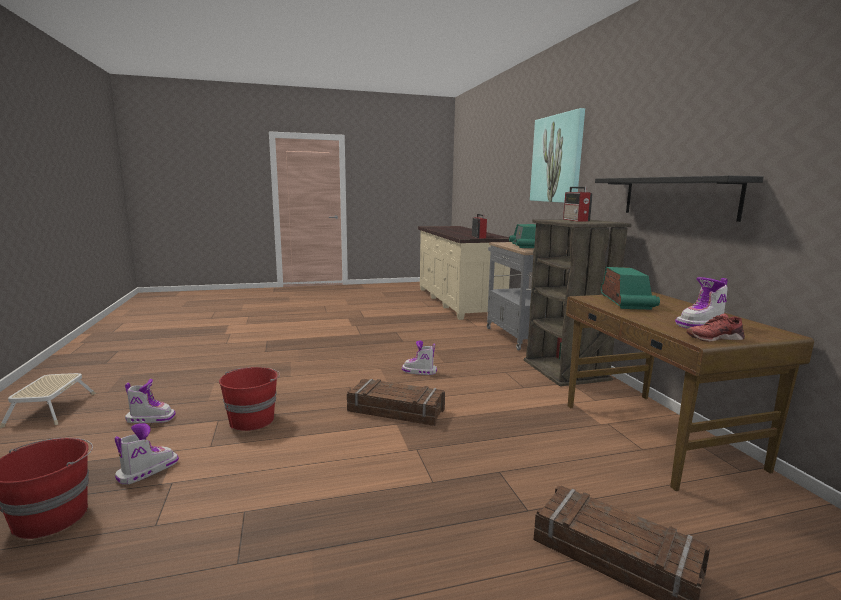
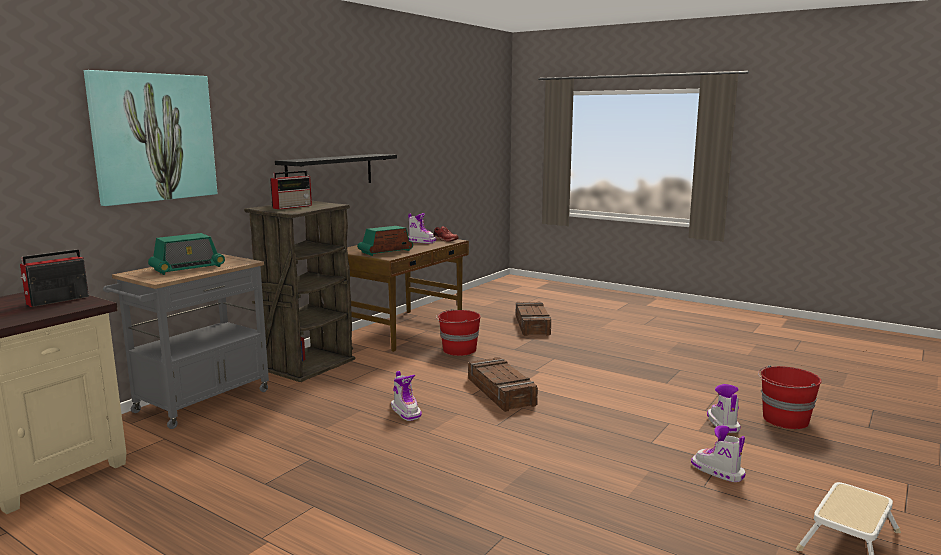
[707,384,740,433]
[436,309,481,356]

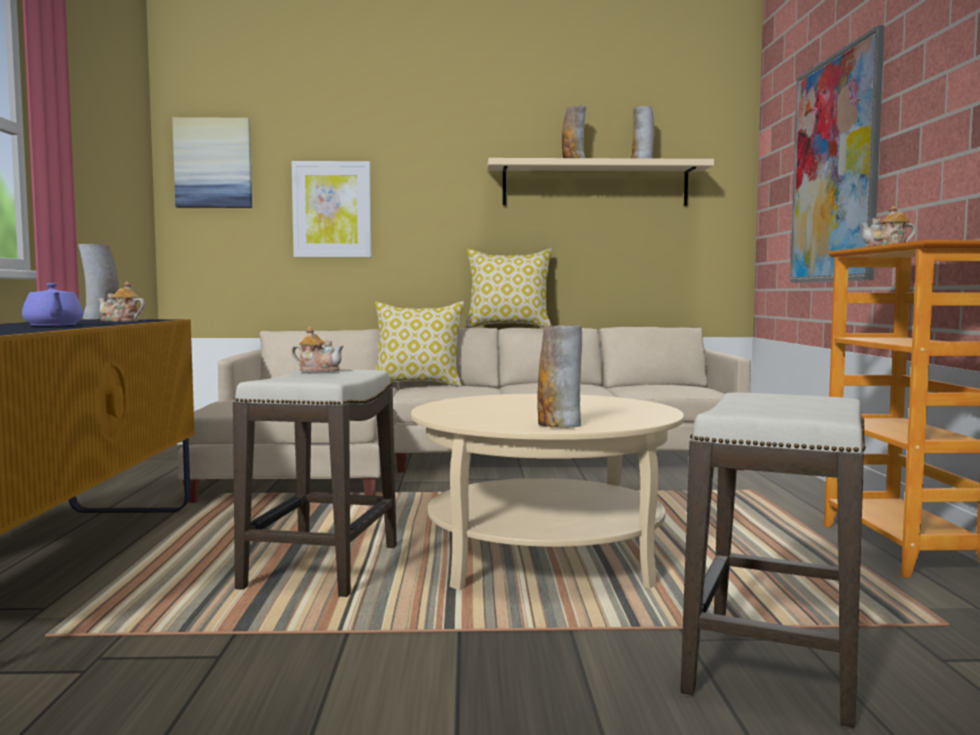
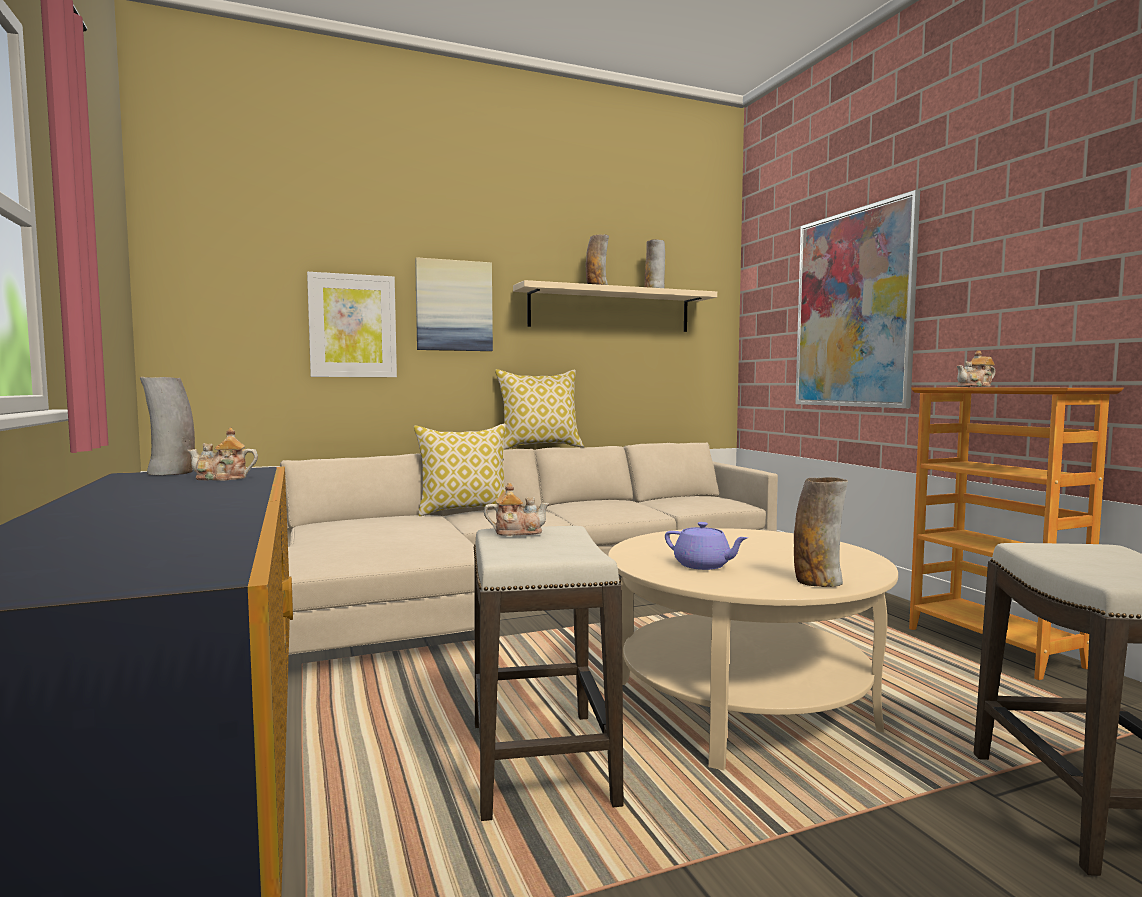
[665,522,748,570]
[415,257,493,351]

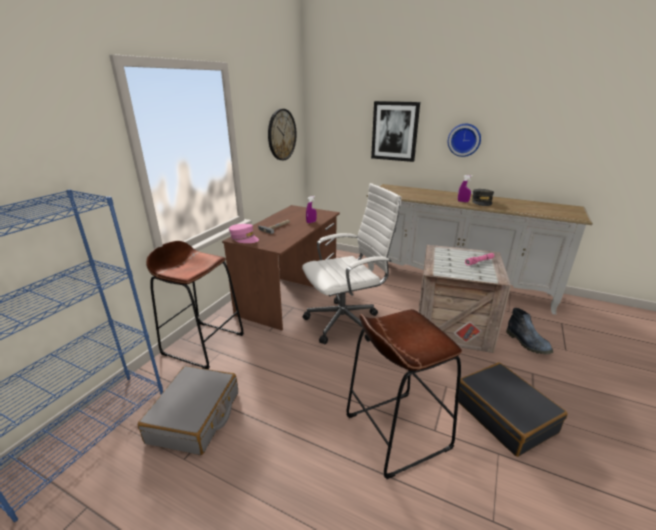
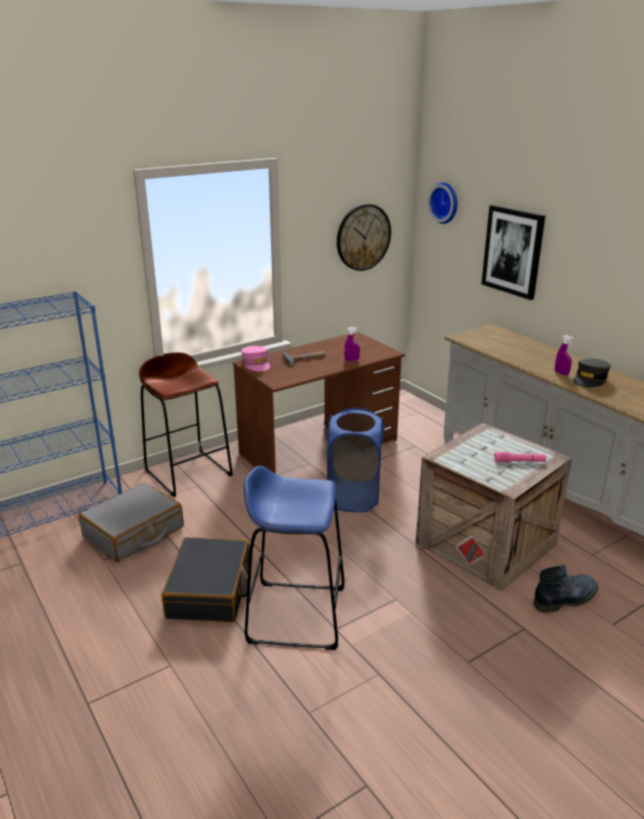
[327,408,384,512]
[244,466,345,650]
[428,182,458,224]
[162,537,250,622]
[533,565,599,613]

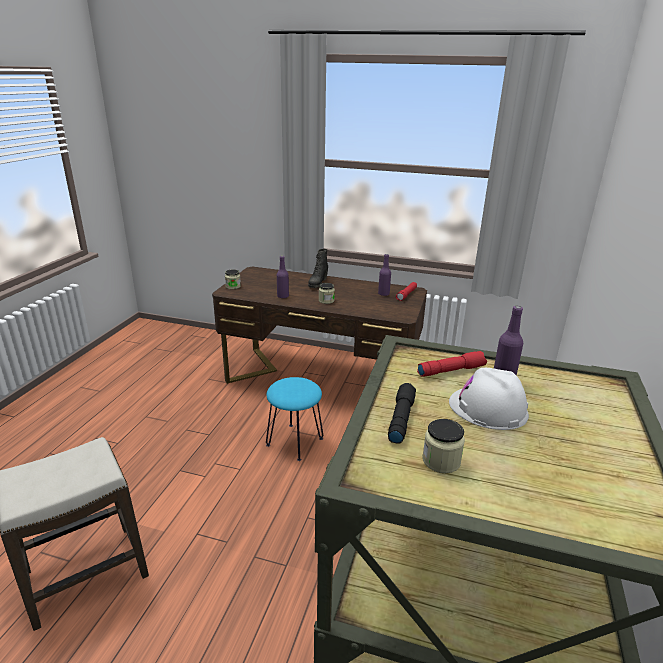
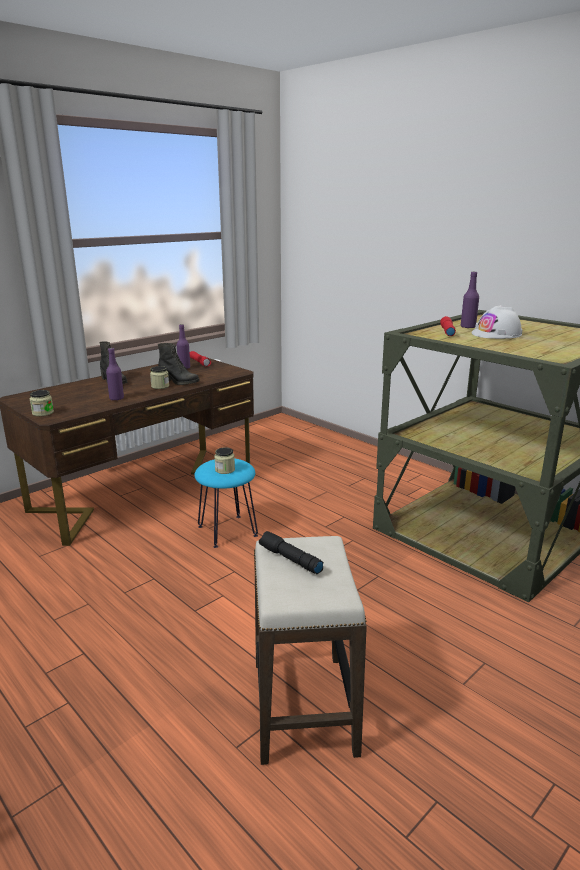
[259,531,323,574]
[214,447,235,474]
[158,343,200,385]

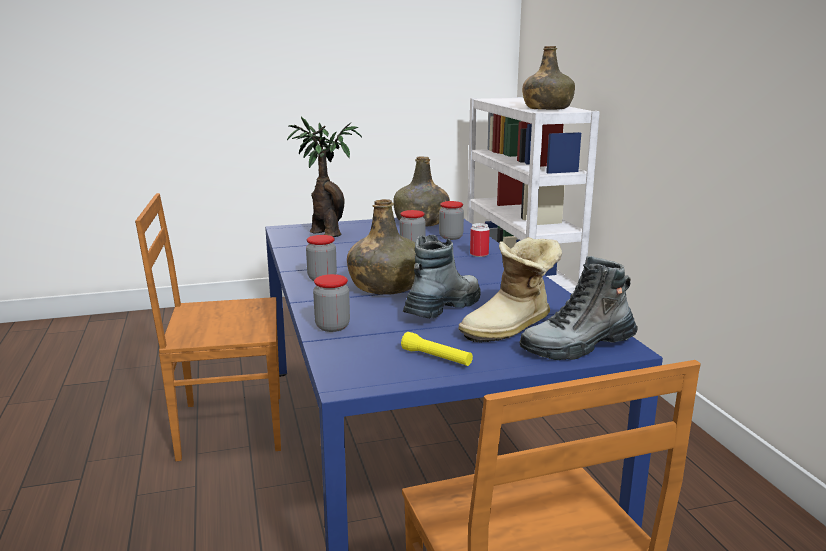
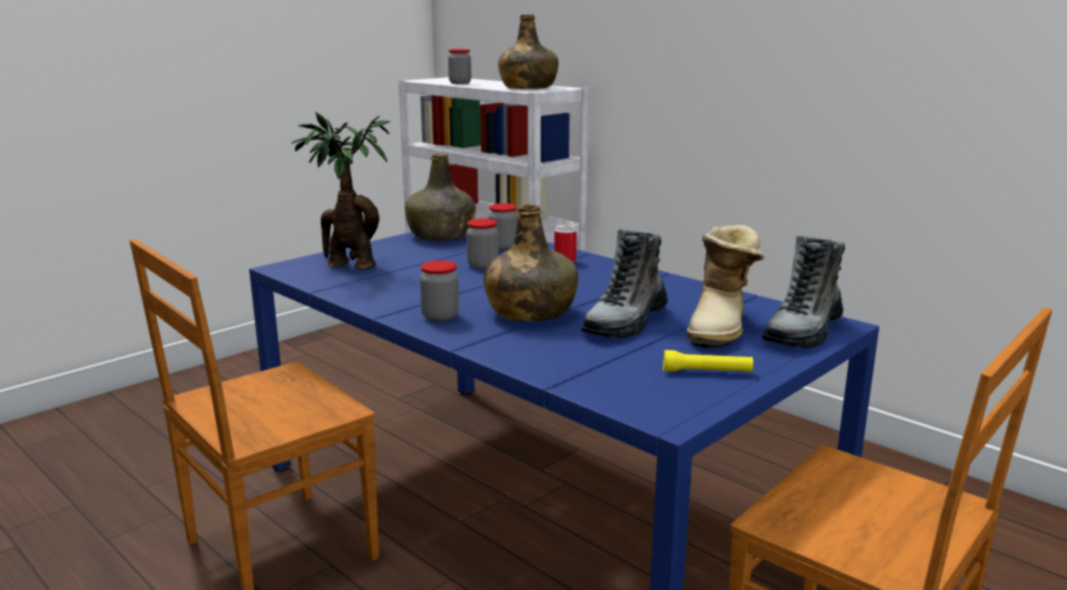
[448,49,471,84]
[581,229,668,339]

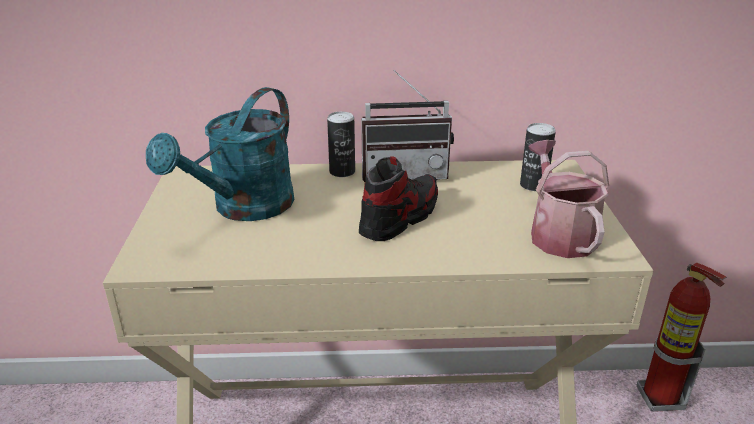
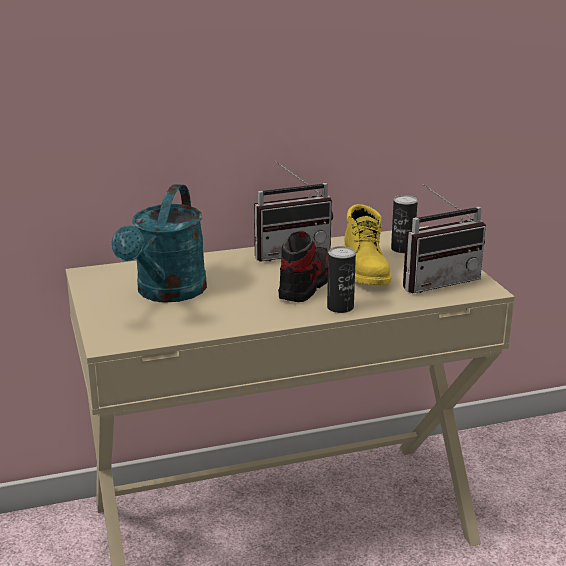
[327,246,356,313]
[403,184,486,293]
[637,263,727,412] (first image)
[343,204,392,285]

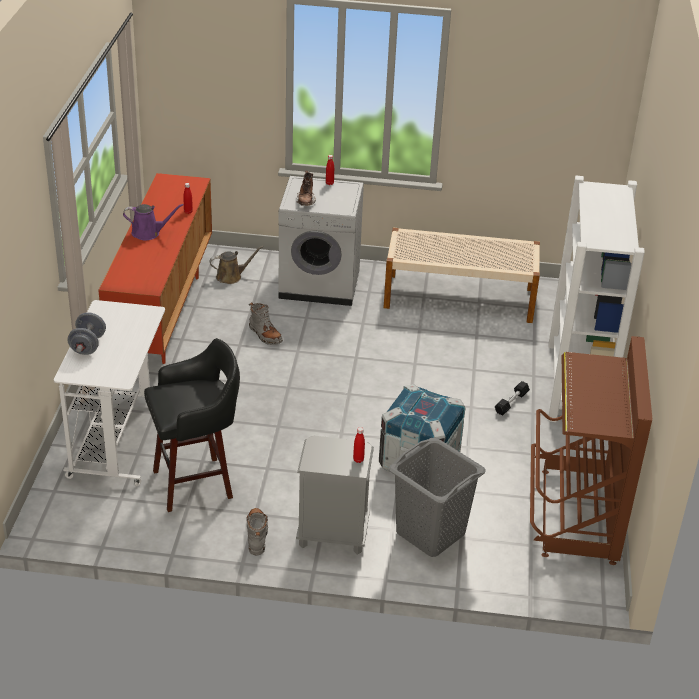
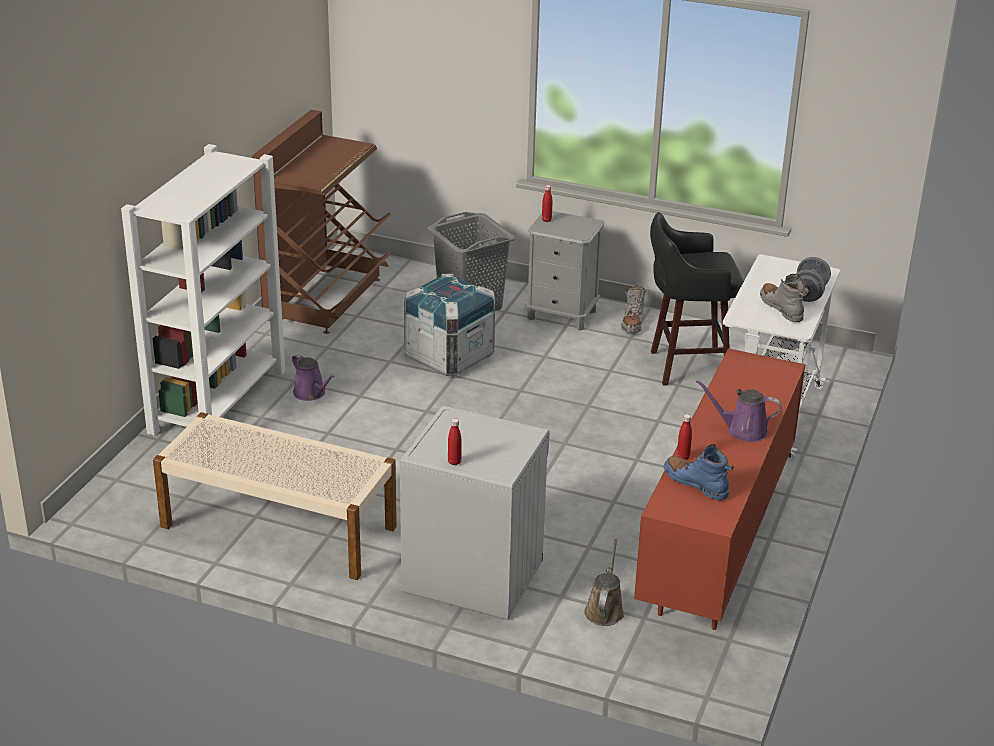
[584,539,624,626]
[760,274,807,322]
[297,171,316,206] (first image)
[292,354,335,401]
[663,444,734,500]

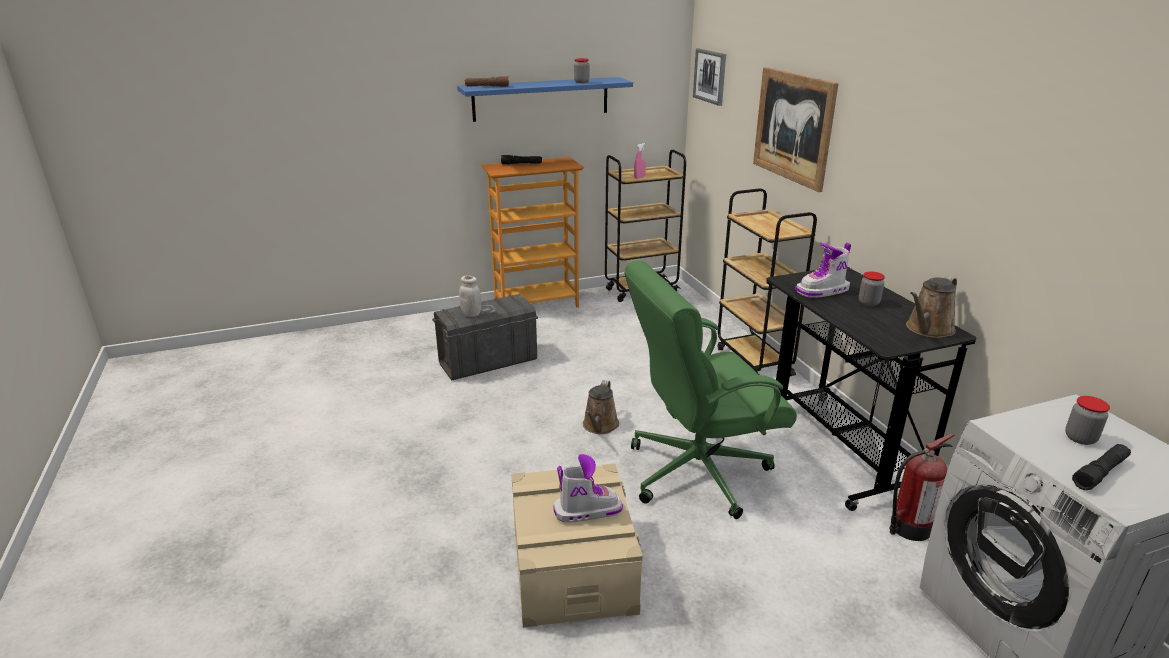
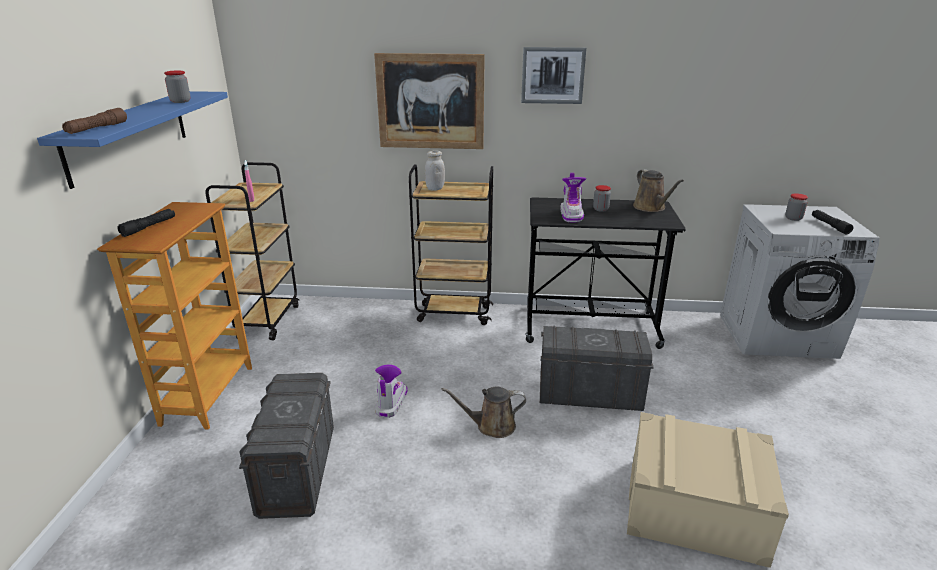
[425,151,445,191]
[375,365,408,418]
[442,387,526,438]
[540,326,654,411]
[521,47,586,104]
[889,433,955,541] (first image)

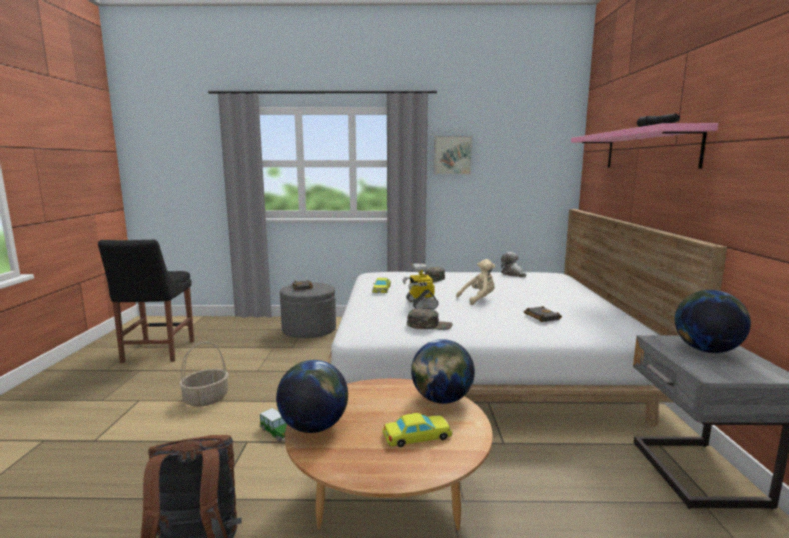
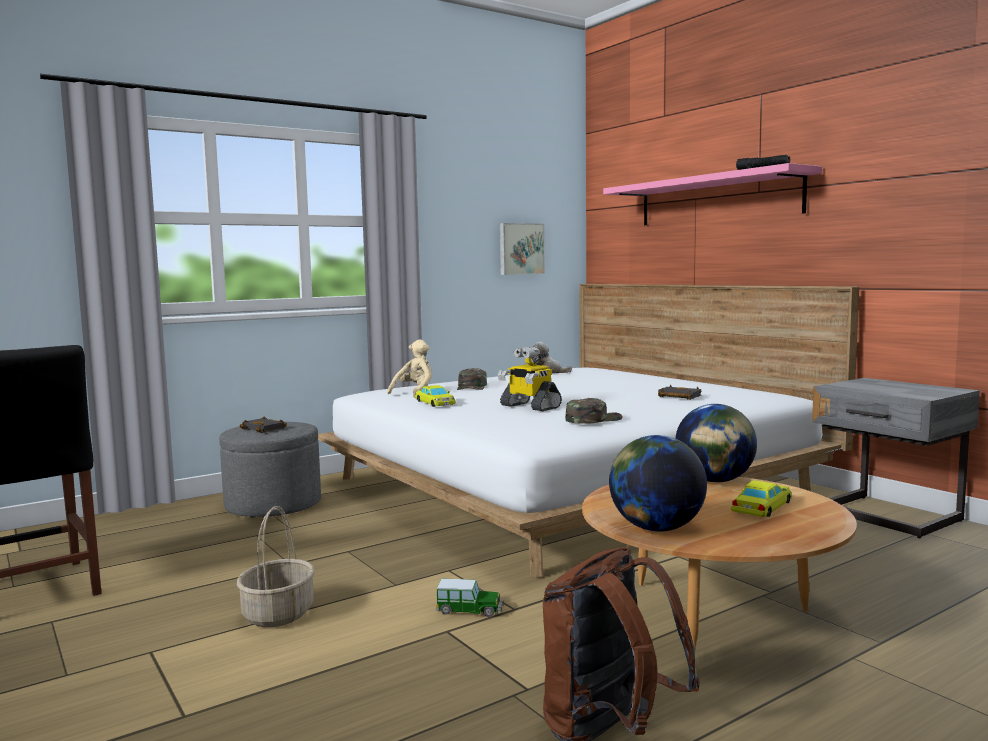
[500,223,545,275]
[387,339,432,398]
[675,290,751,353] (first image)

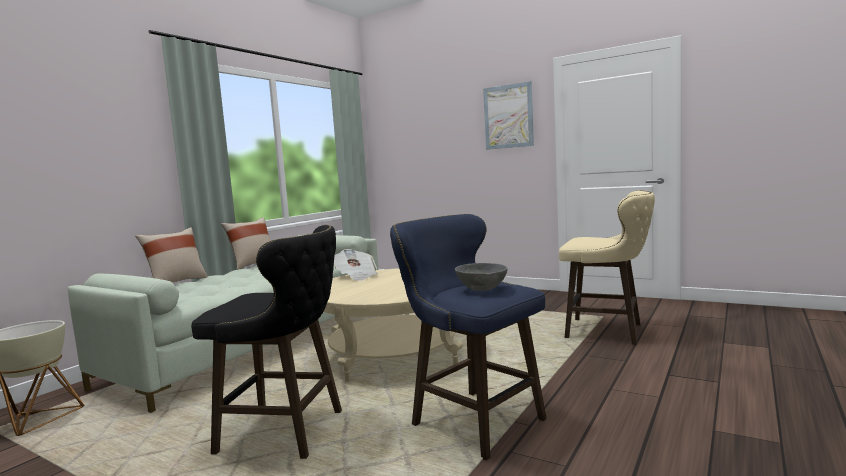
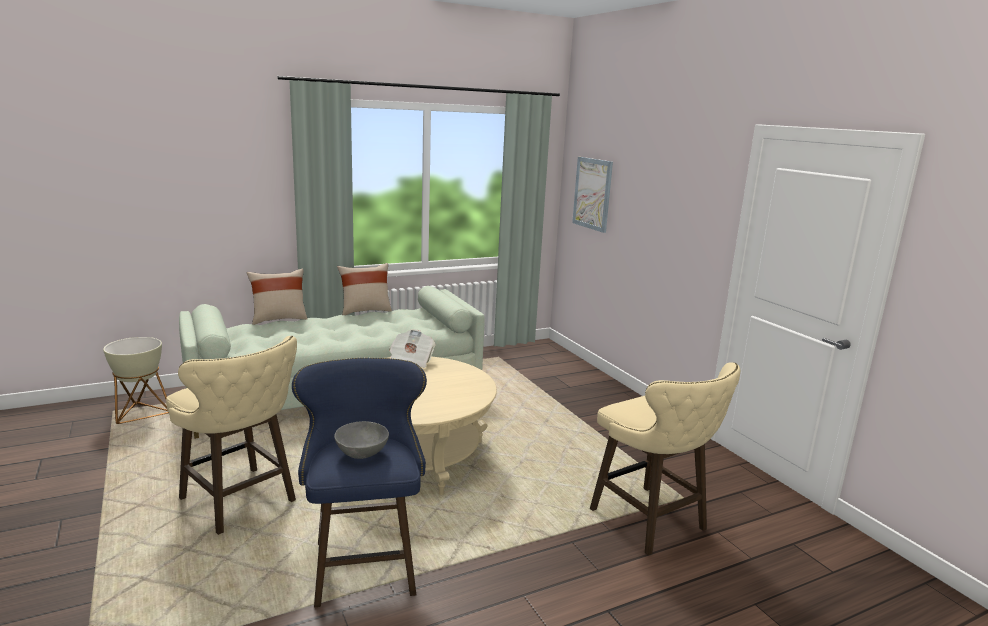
[166,336,297,535]
[572,157,613,233]

